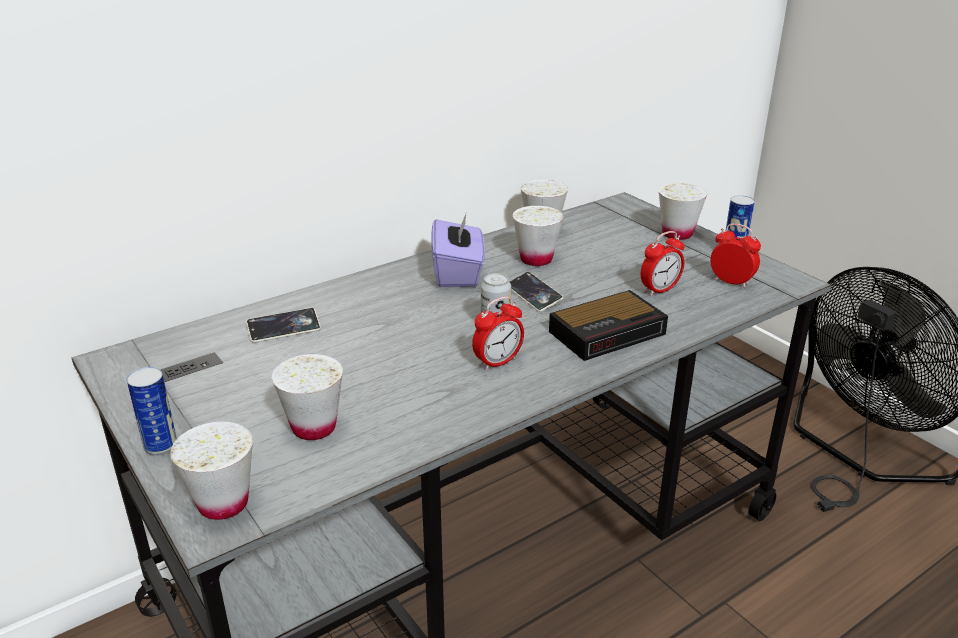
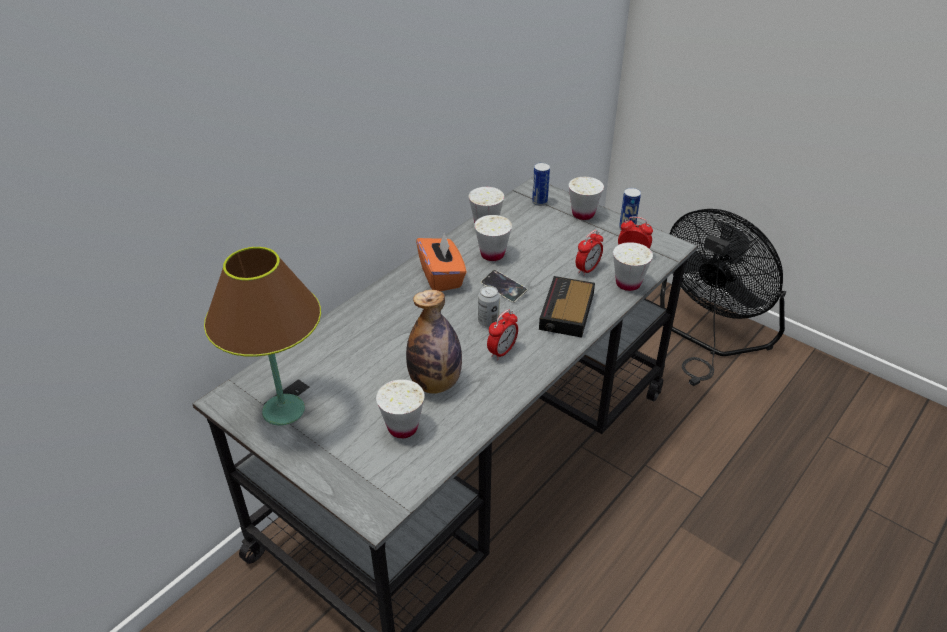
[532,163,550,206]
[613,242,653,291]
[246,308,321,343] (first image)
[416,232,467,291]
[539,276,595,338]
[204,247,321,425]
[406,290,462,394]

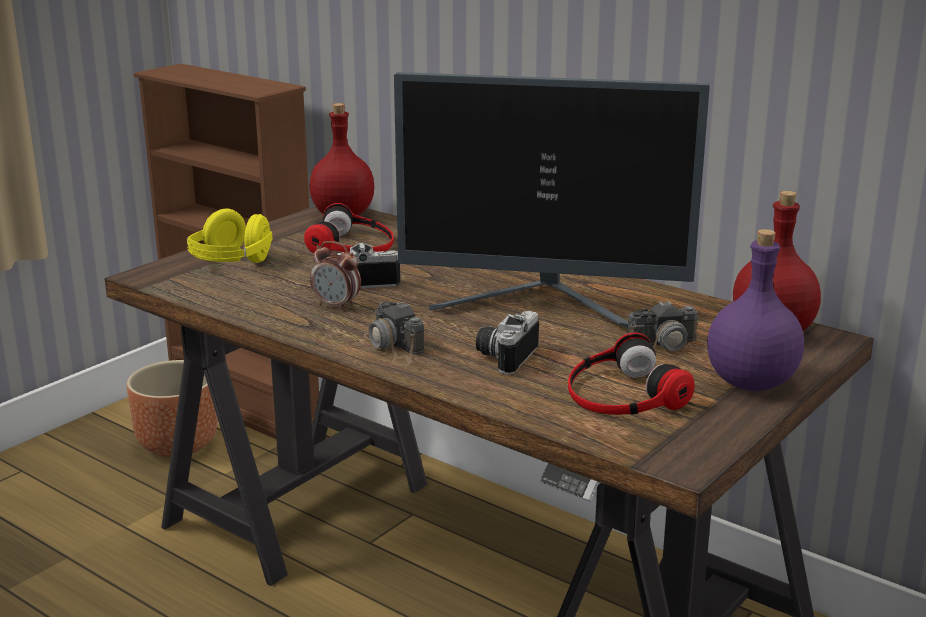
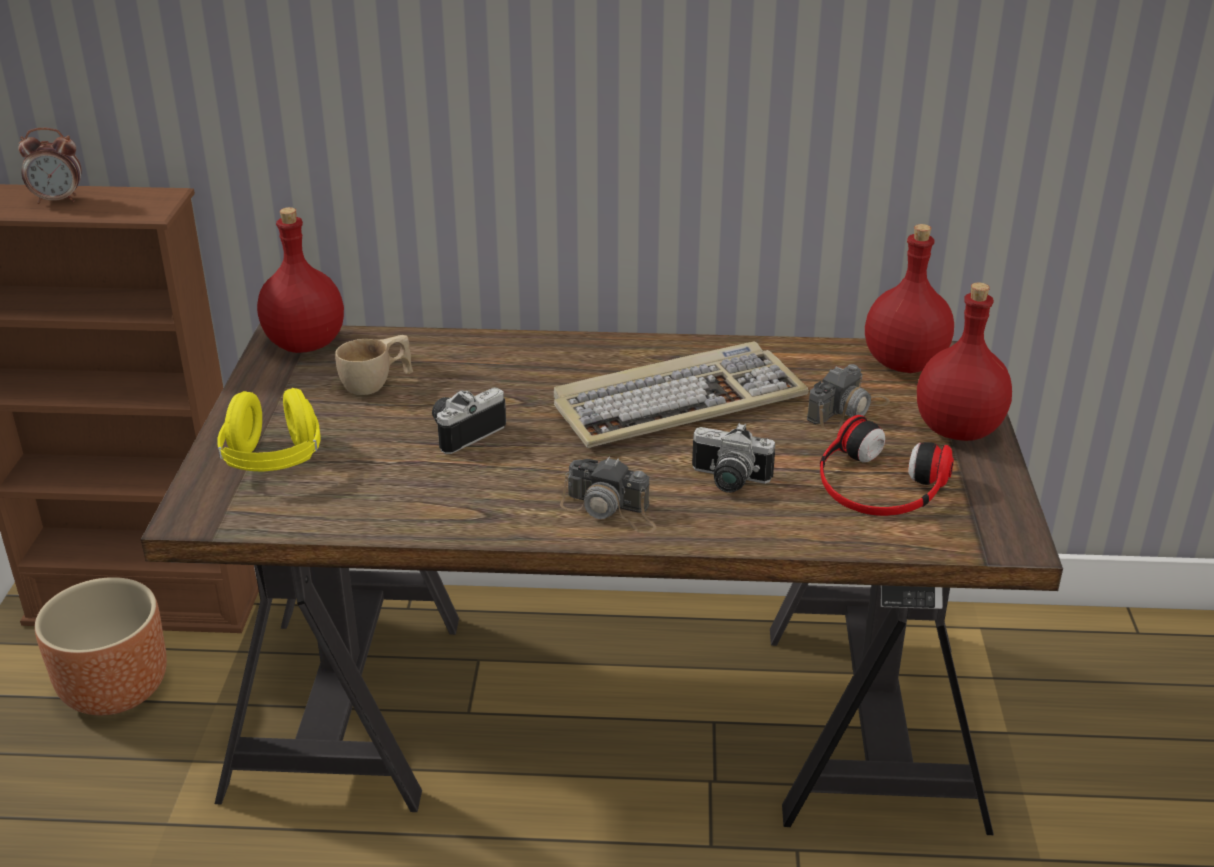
[335,335,413,395]
[18,128,82,204]
[554,342,809,448]
[692,423,775,493]
[917,282,1012,441]

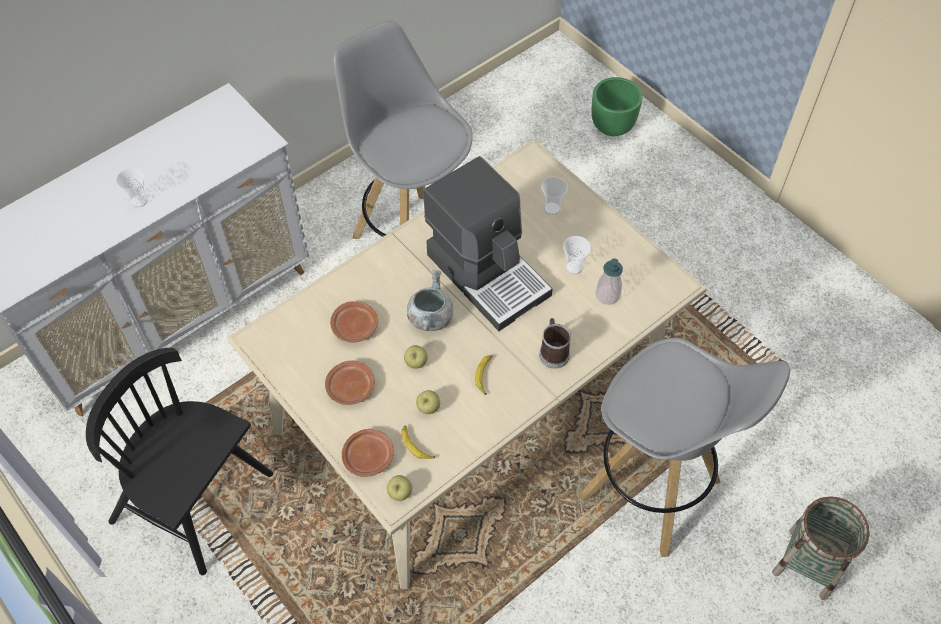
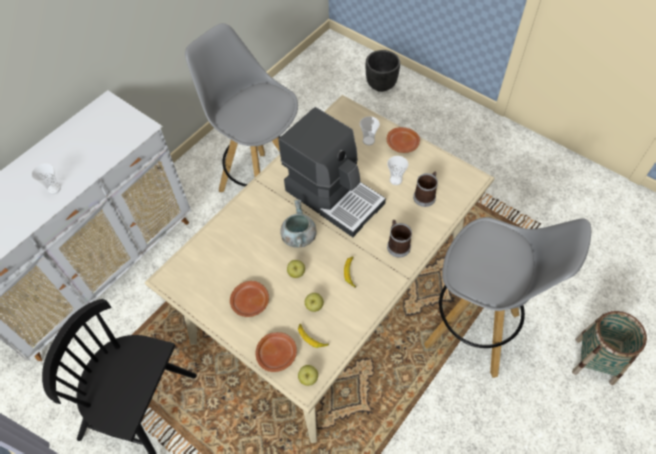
[387,127,420,153]
[366,50,400,92]
[413,171,438,207]

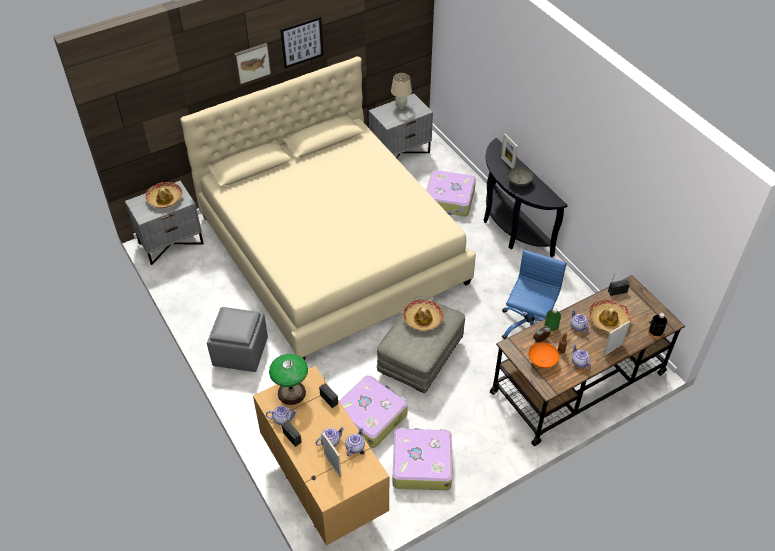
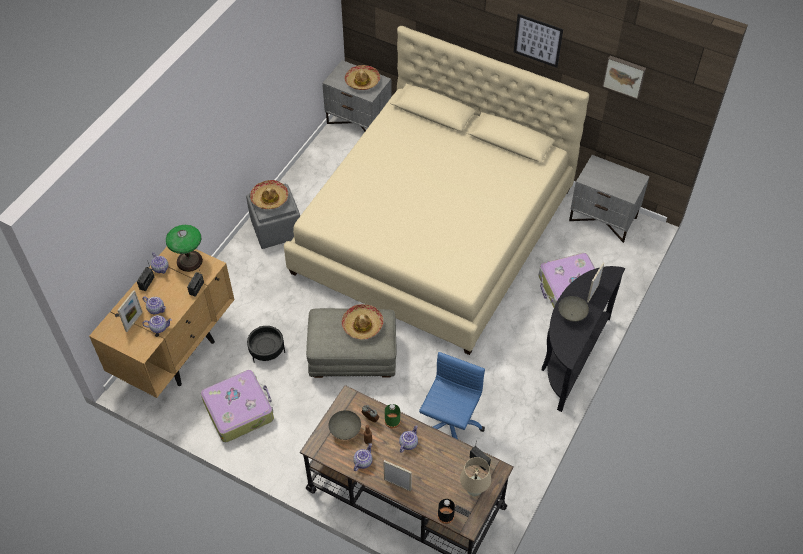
[602,56,646,99]
[247,326,285,362]
[460,457,491,496]
[419,352,485,439]
[329,410,361,440]
[250,180,288,209]

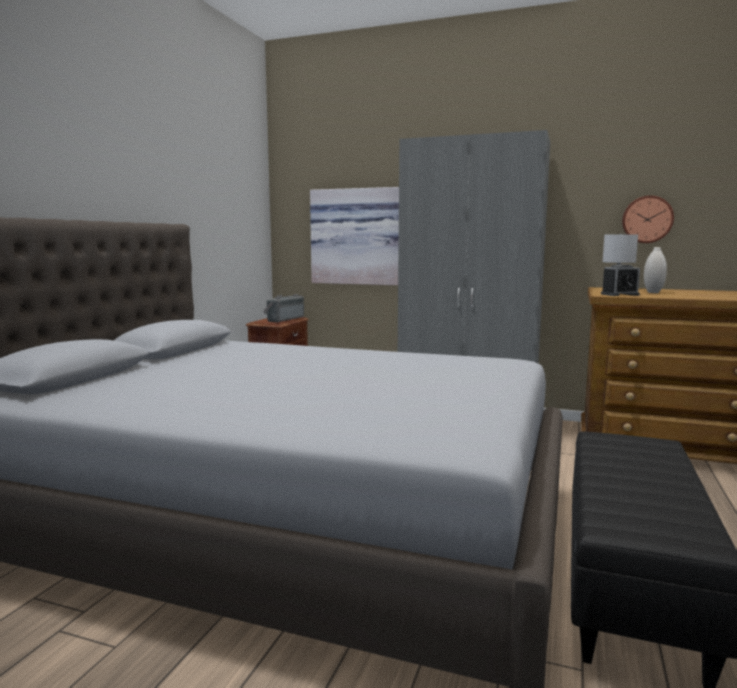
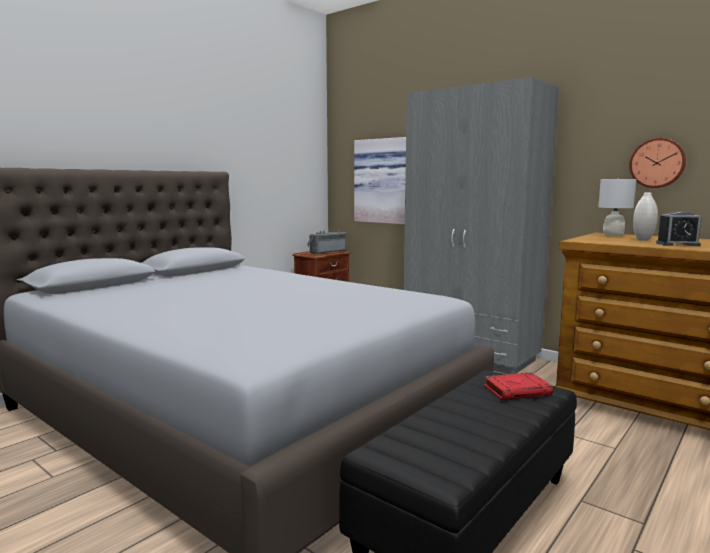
[656,211,701,246]
[484,372,553,400]

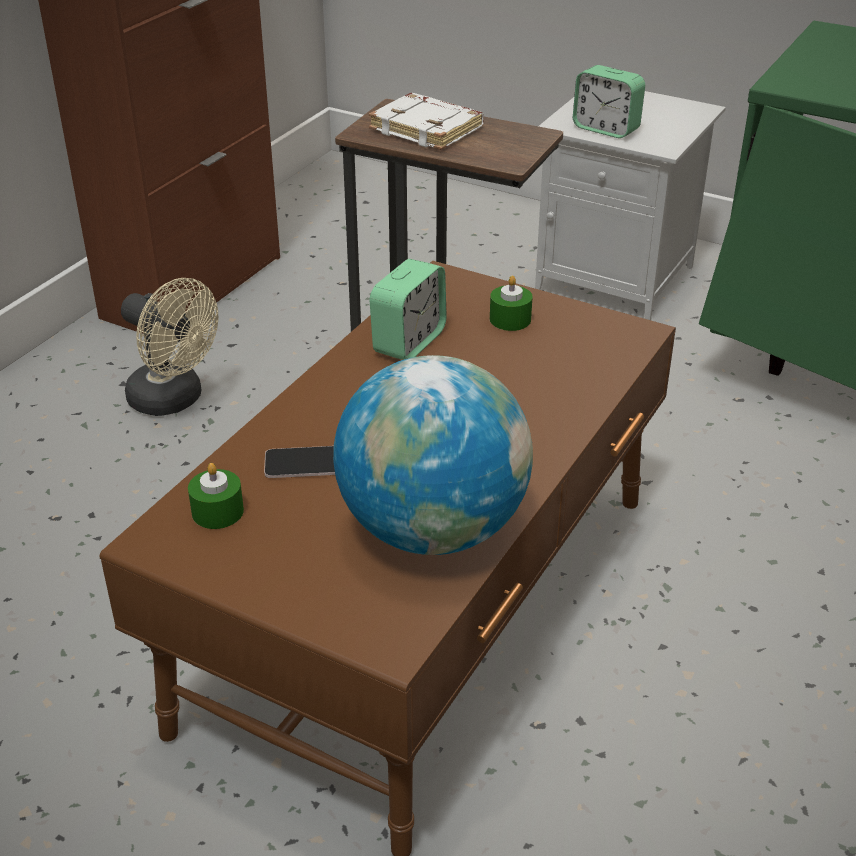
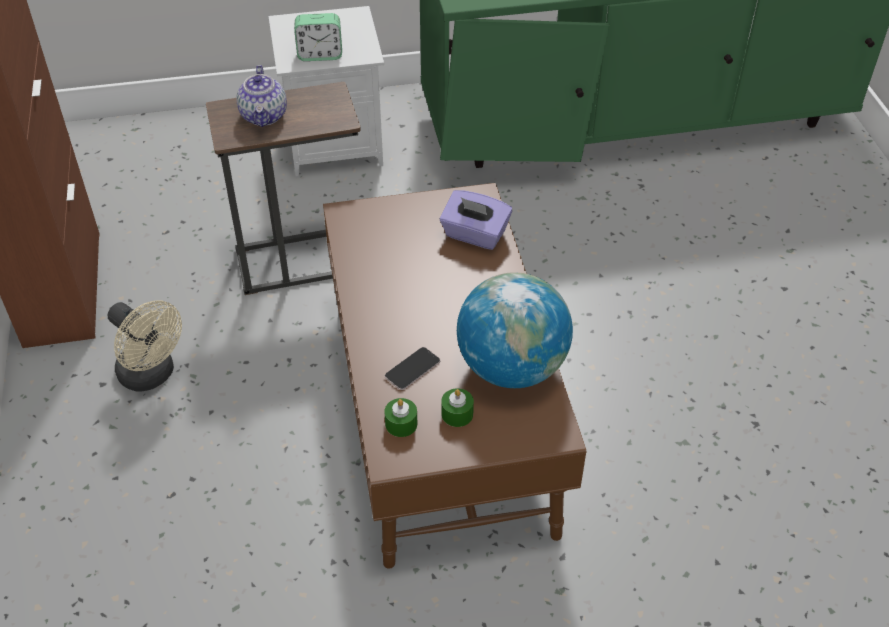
[108,300,182,392]
[236,65,287,127]
[370,259,447,360] (first image)
[441,388,474,427]
[440,190,512,250]

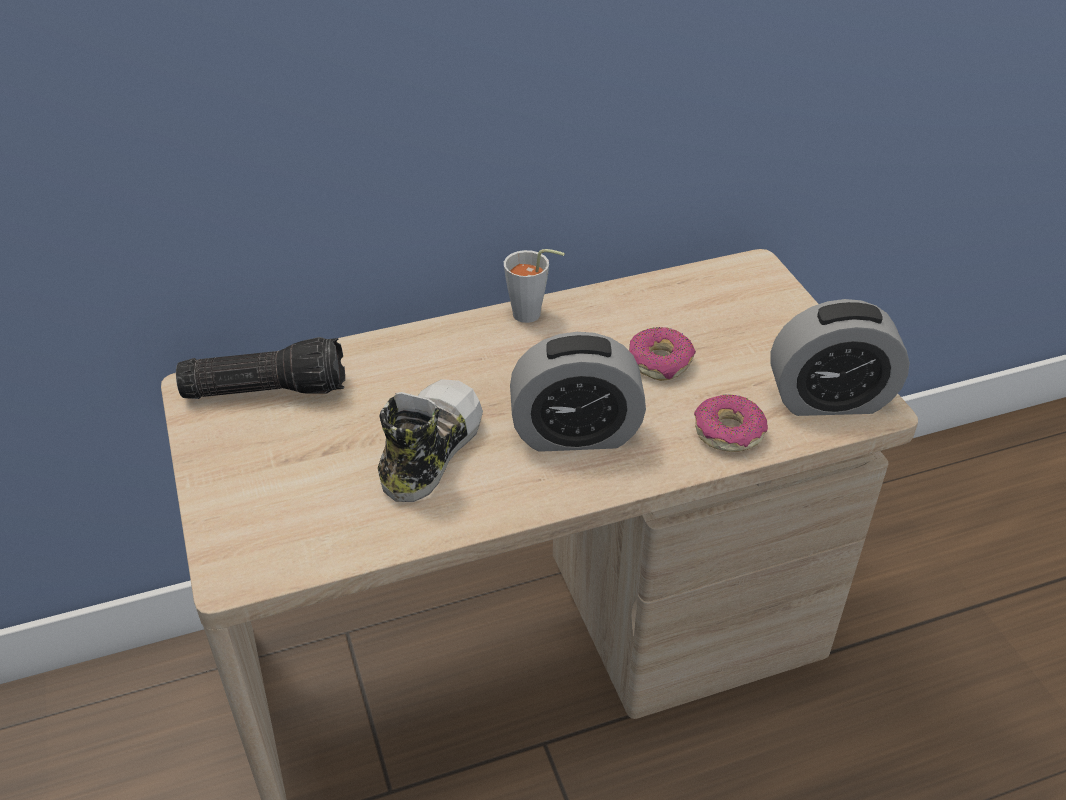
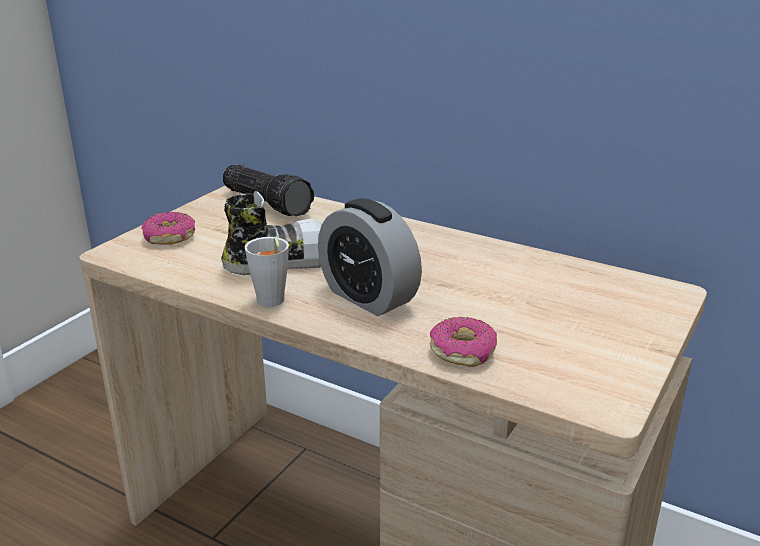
[244,237,289,307]
[141,212,195,245]
[770,299,910,416] (first image)

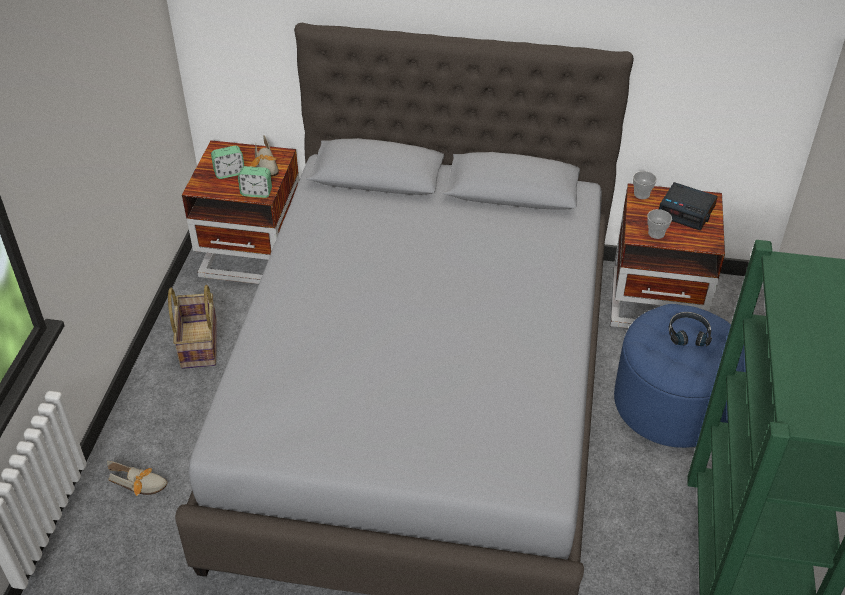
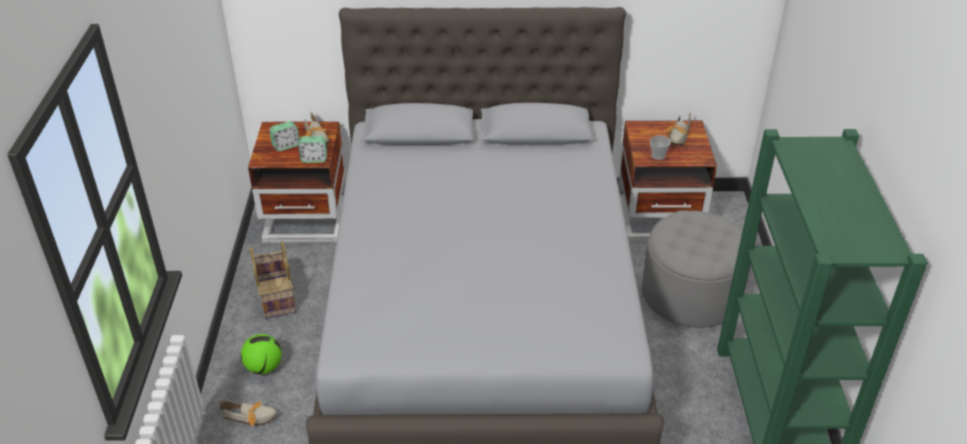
[642,210,751,328]
[633,171,657,199] (first image)
[664,113,691,145]
[669,312,712,346] (first image)
[241,334,282,374]

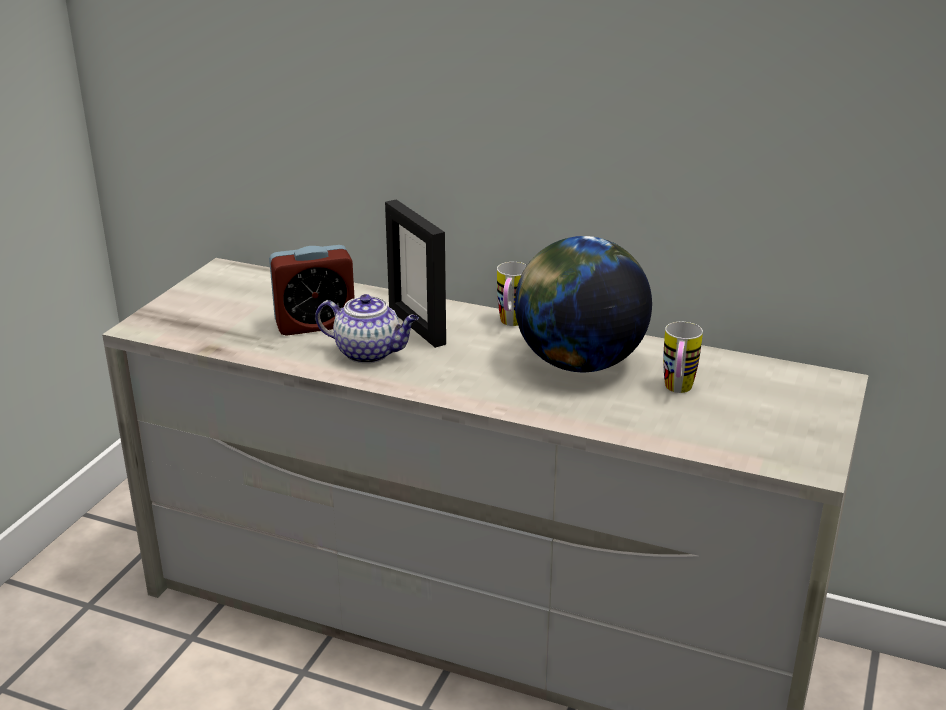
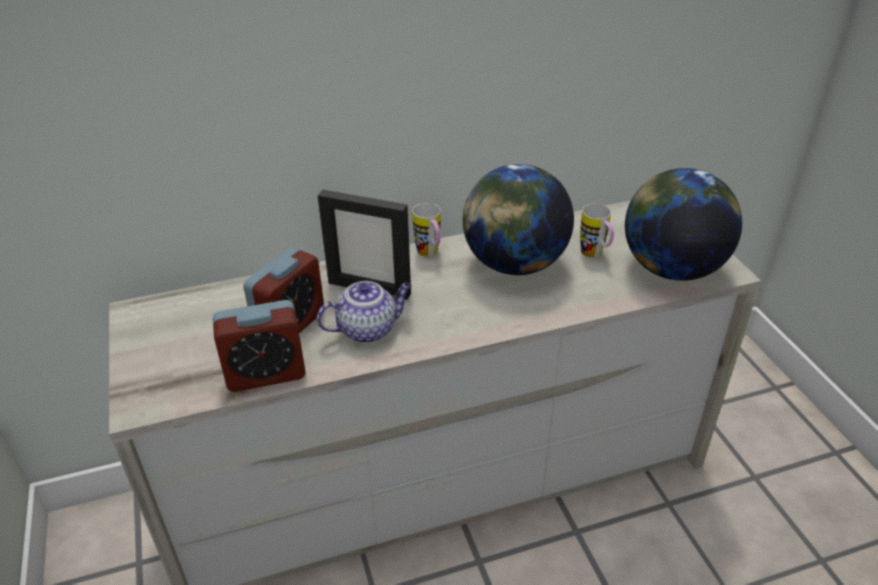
[213,300,306,392]
[625,168,742,281]

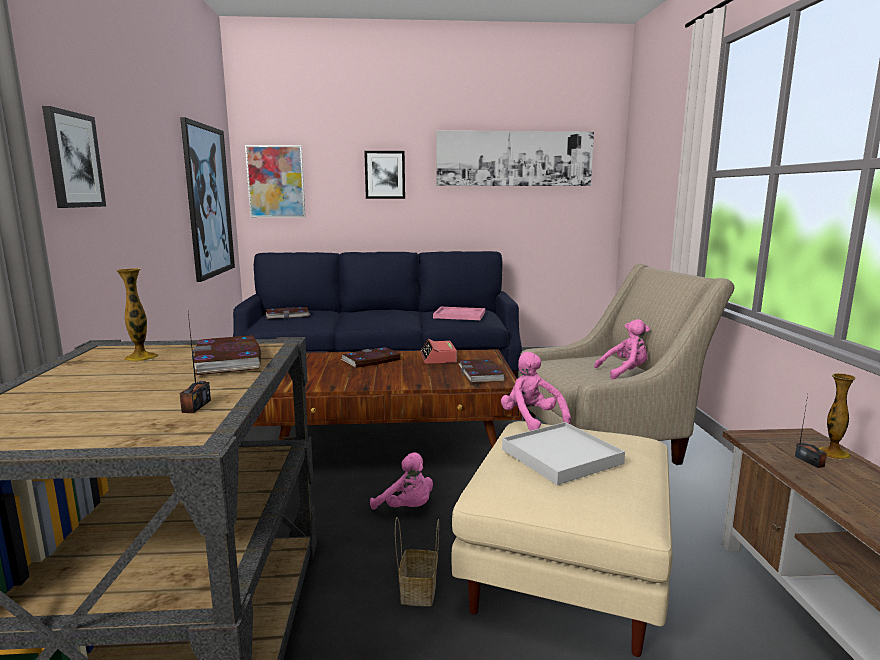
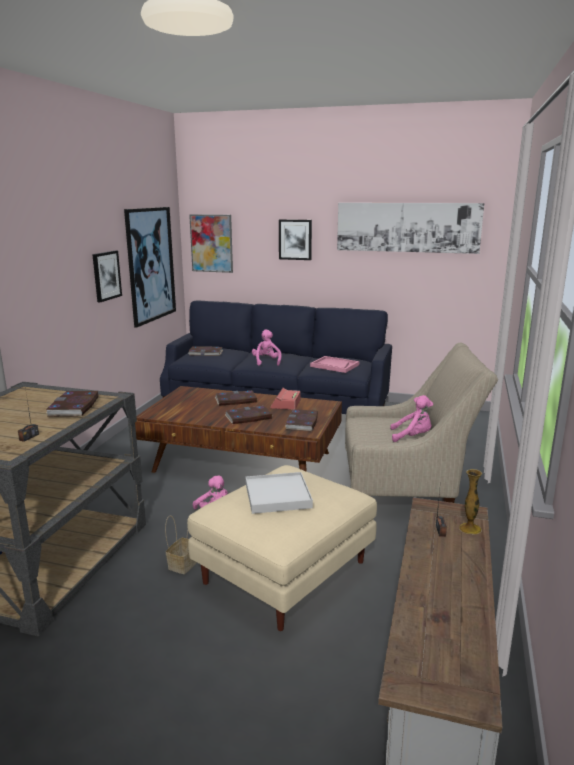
[92,250,122,302]
[116,268,158,362] (first image)
[252,329,282,366]
[225,406,272,424]

